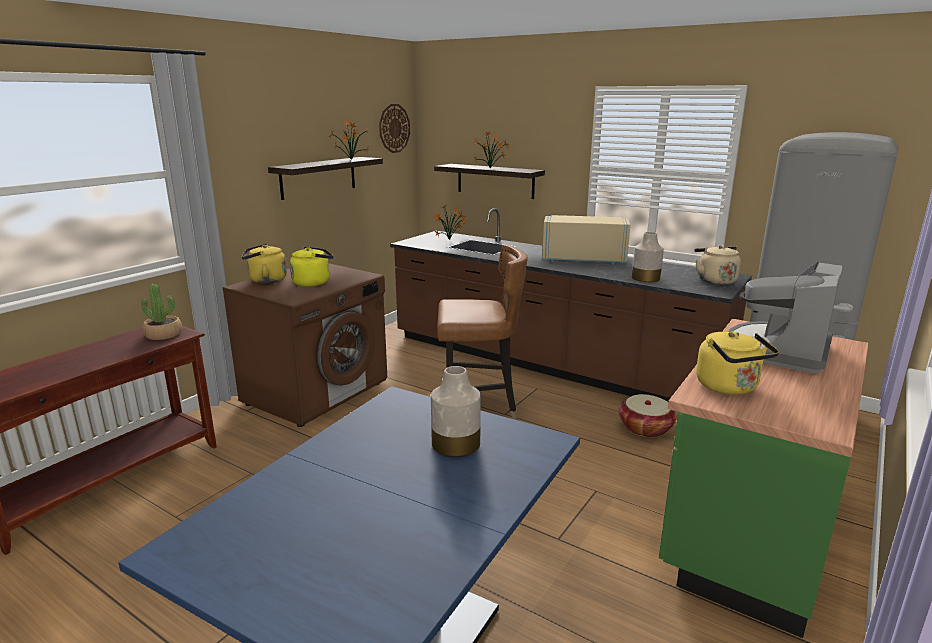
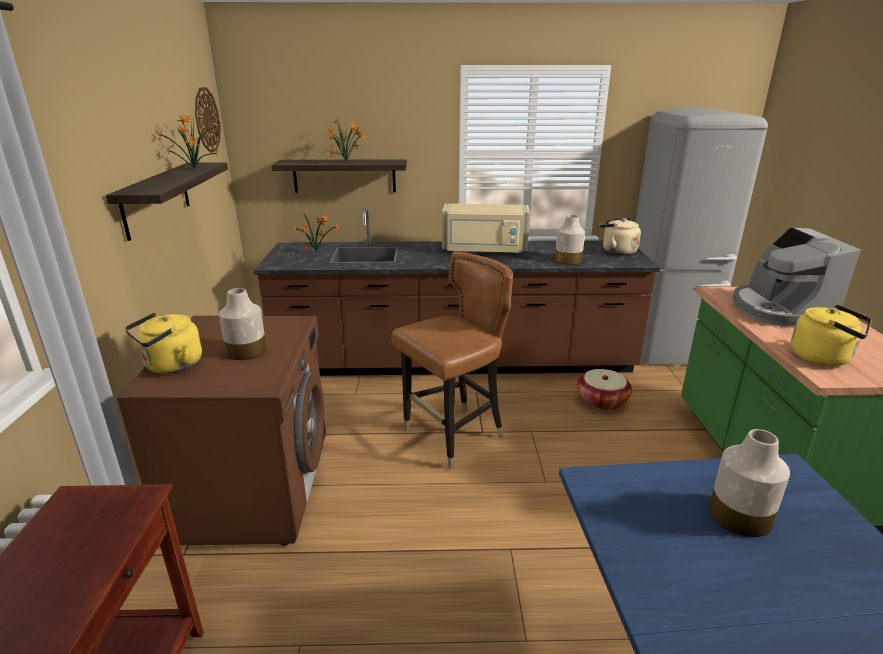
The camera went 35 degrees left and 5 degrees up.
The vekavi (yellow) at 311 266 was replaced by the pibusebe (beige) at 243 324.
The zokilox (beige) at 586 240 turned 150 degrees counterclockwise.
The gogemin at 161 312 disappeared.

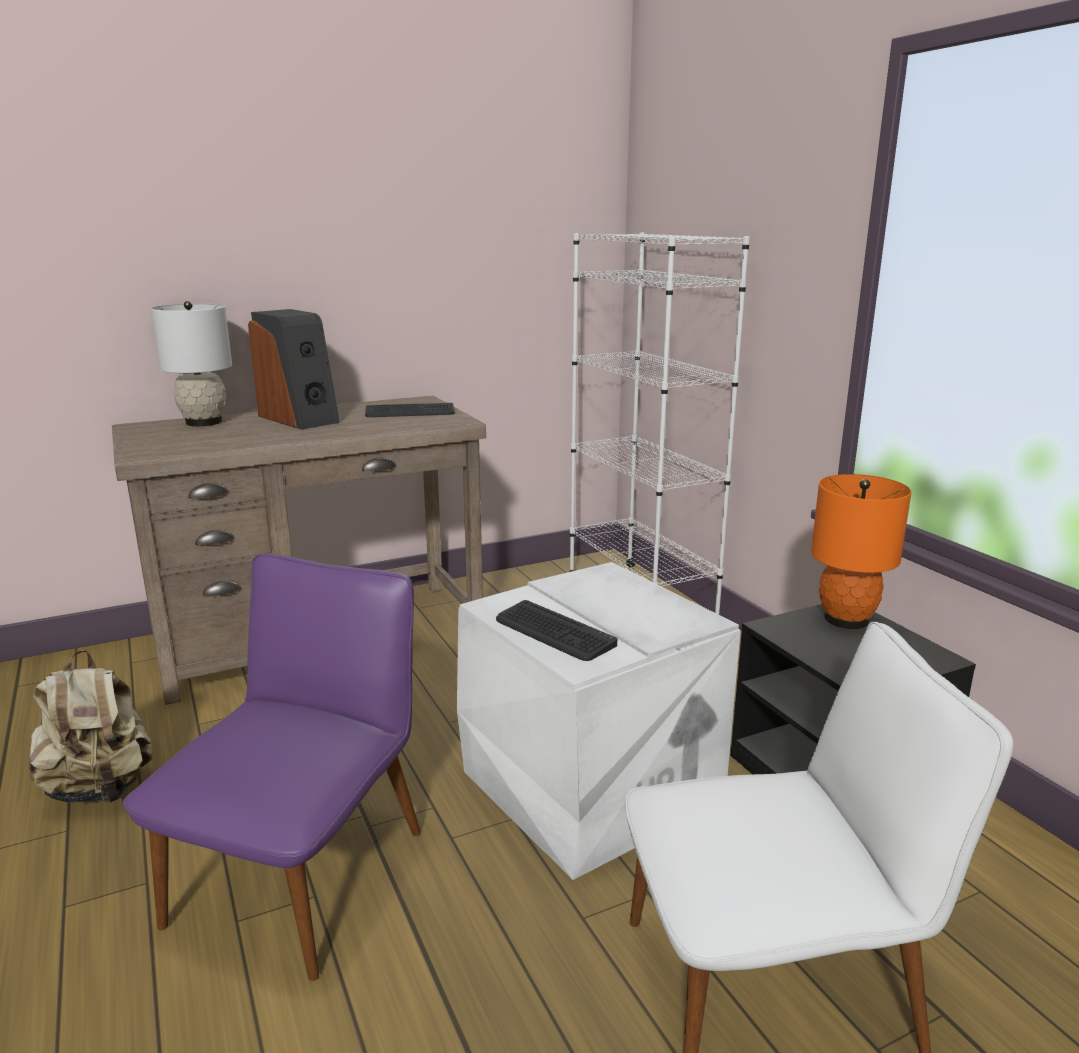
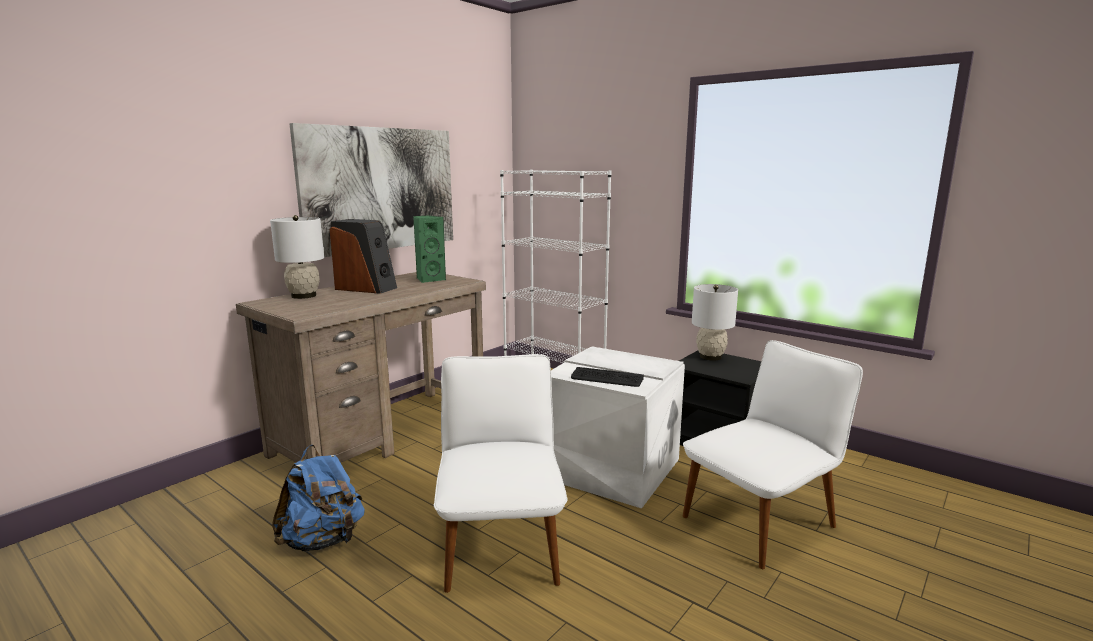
The camera went 25 degrees left and 5 degrees down.
The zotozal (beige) at 90 727 became the zotozal (blue) at 318 498.
The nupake at 371 190 appeared.
The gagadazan at 410 410 was replaced by the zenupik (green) at 429 249.
The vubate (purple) at 272 767 became the vubate (white) at 501 473.
The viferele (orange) at 861 551 became the viferele (white) at 715 322.

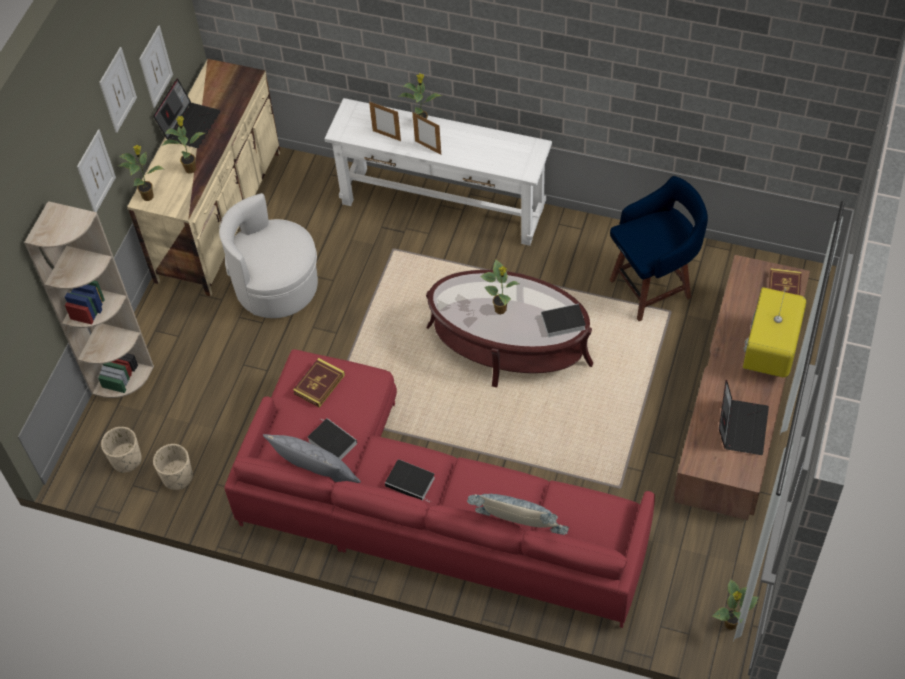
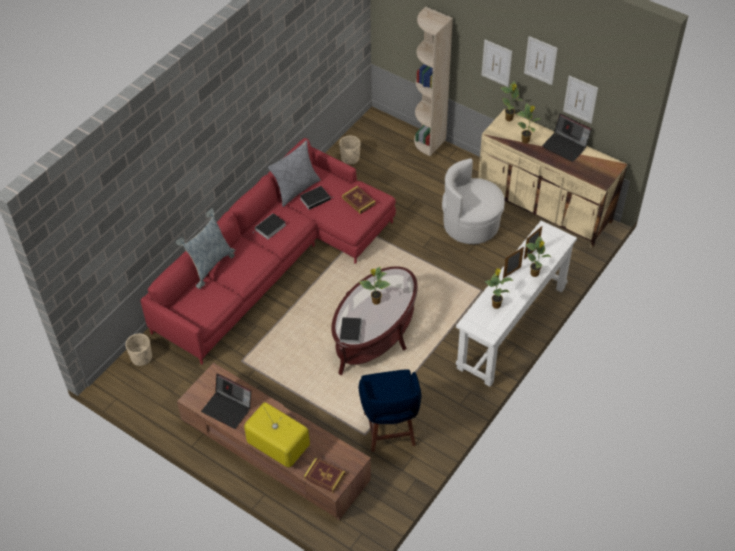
The camera went 105 degrees right and 5 degrees down.
The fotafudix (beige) moved from 121 450 to 138 349.
The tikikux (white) at 268 255 turned 105 degrees counterclockwise.
The gogemin moved from 735 604 to 499 289.

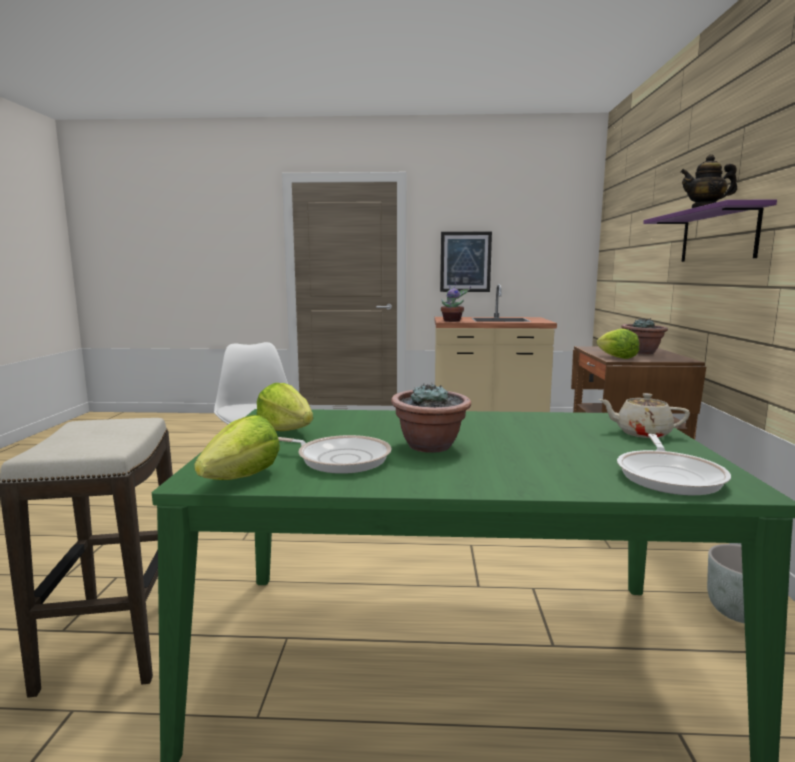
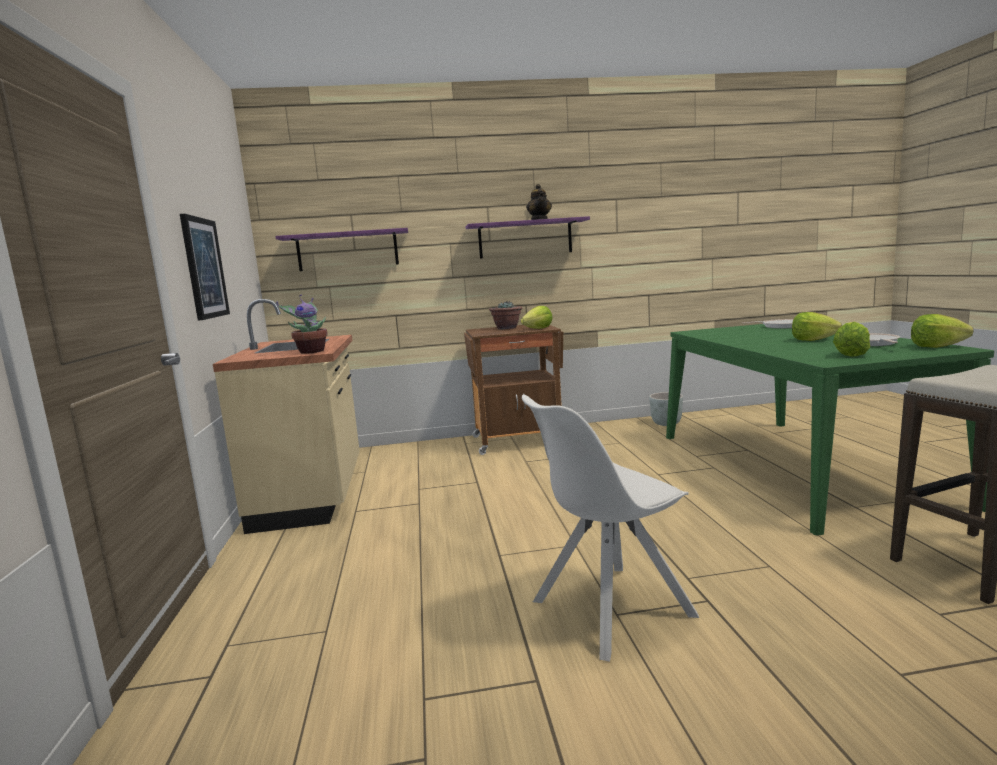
The camera went 100 degrees left and 0 degrees up.
The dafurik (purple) at 341 249 appeared.
The gogemin at 431 418 was replaced by the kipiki at 817 326.
The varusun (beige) at 644 415 disappeared.

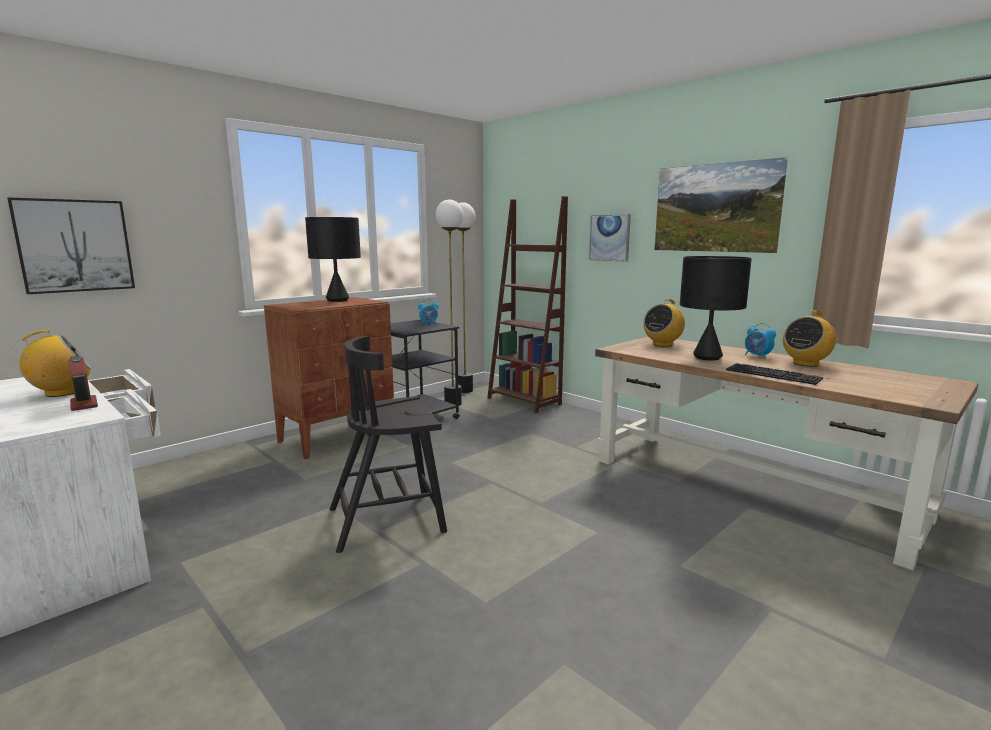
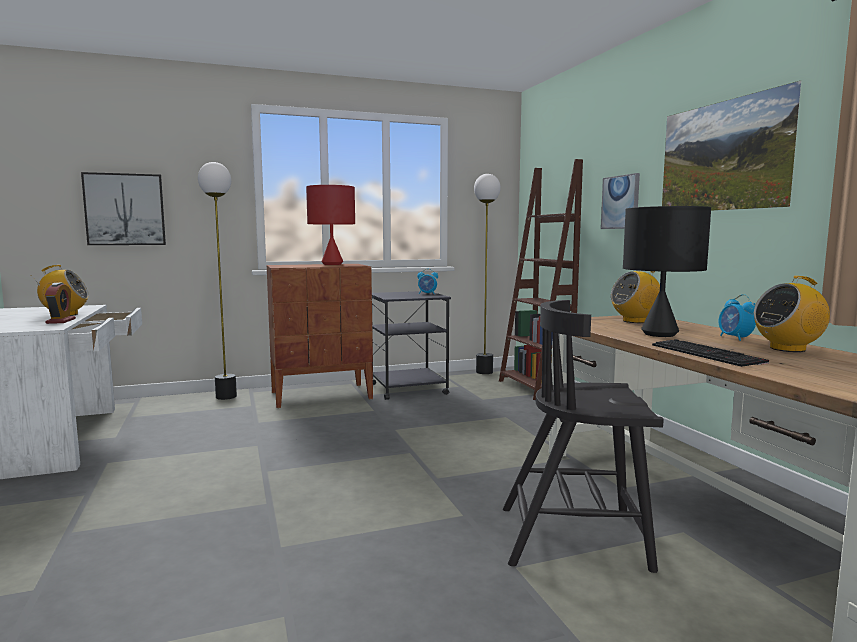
The camera went 25 degrees right and 5 degrees down.
The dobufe moved from 449 303 to 217 281.
The viferele (black) at 333 259 became the viferele (red) at 330 225.
The vubate (black) moved from 388 444 to 583 436.

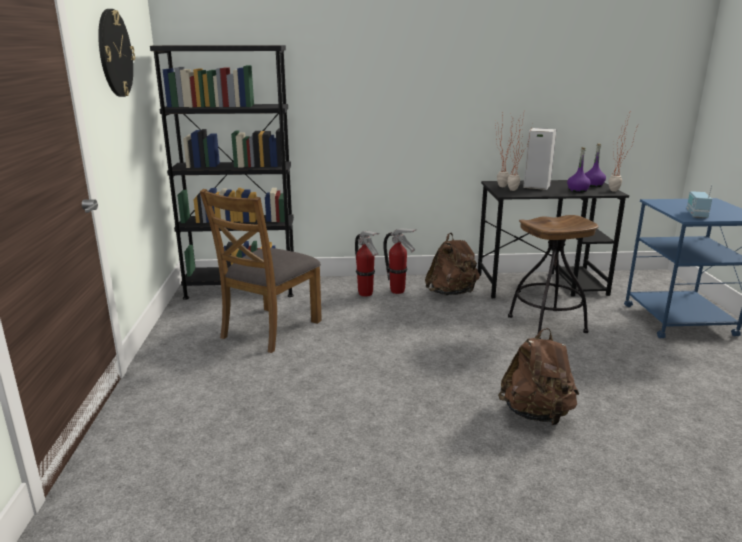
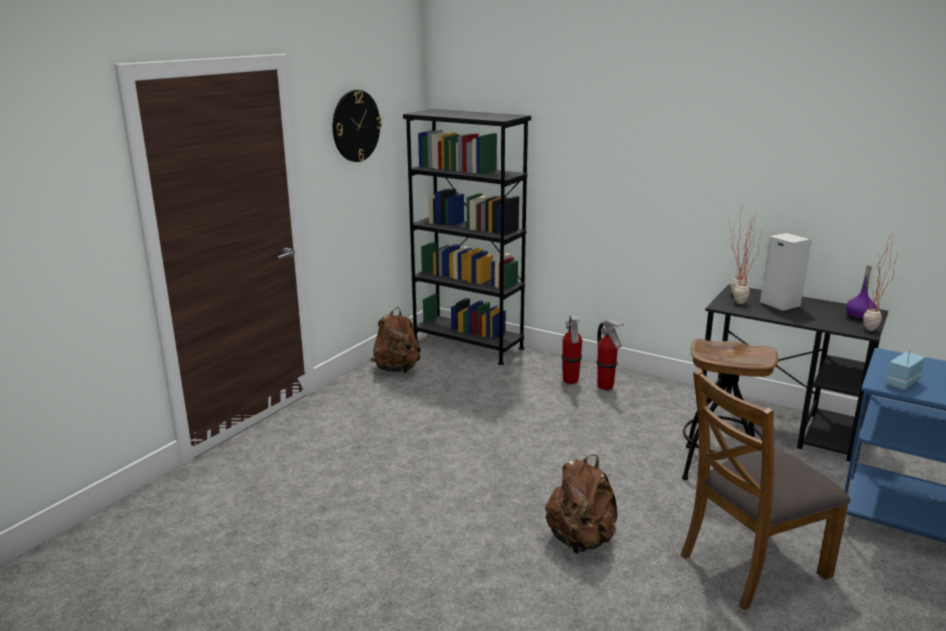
The camera went 35 degrees right and 0 degrees up.
The zotozal (brown) moved from 452 264 to 395 340.
The vubate (brown) moved from 261 271 to 765 489.
The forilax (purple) at 579 169 disappeared.

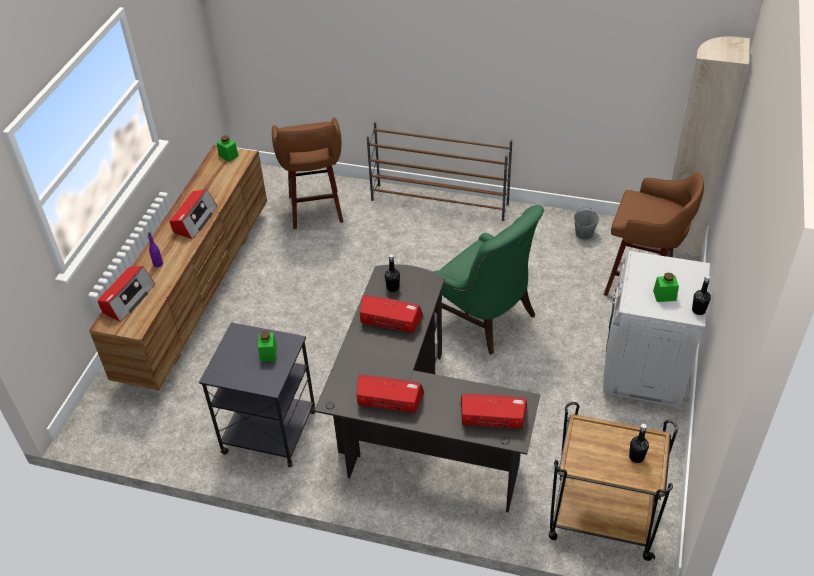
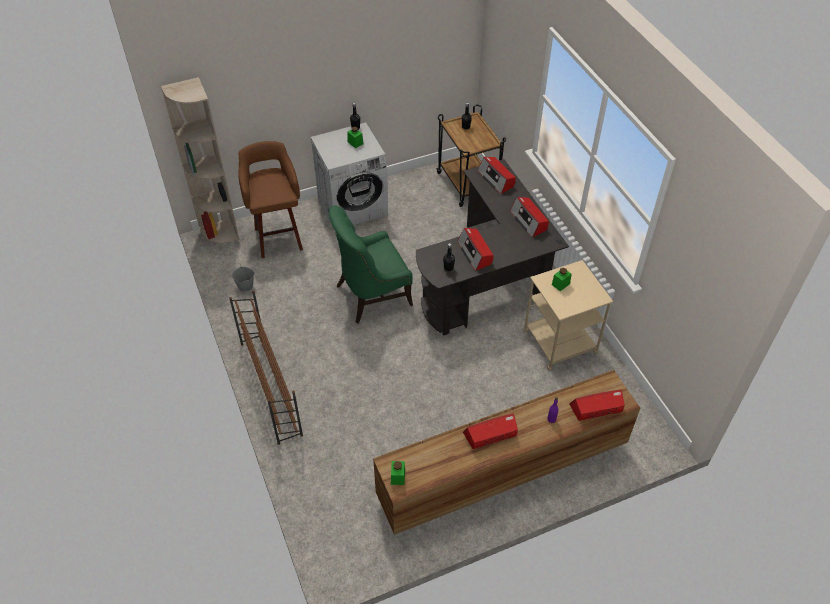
The camera went 130 degrees left and 5 degrees up.
The vubate (green) at 489 280 turned 120 degrees counterclockwise.
The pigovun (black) at 257 394 became the pigovun (beige) at 568 315.
The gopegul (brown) at 307 173 disappeared.

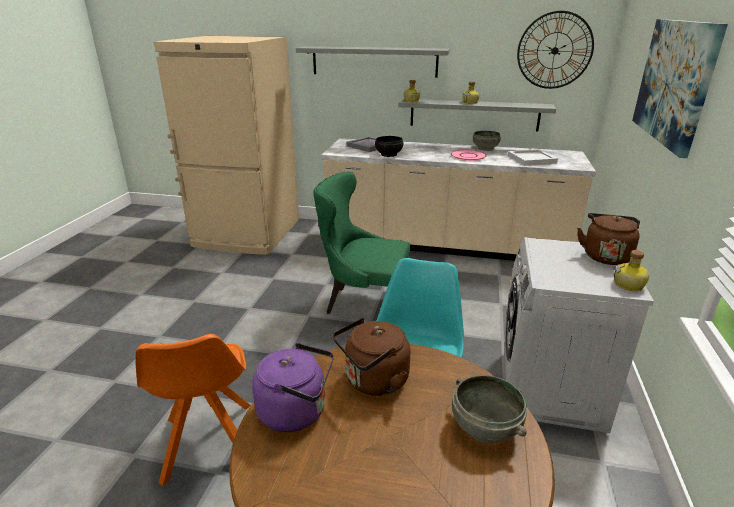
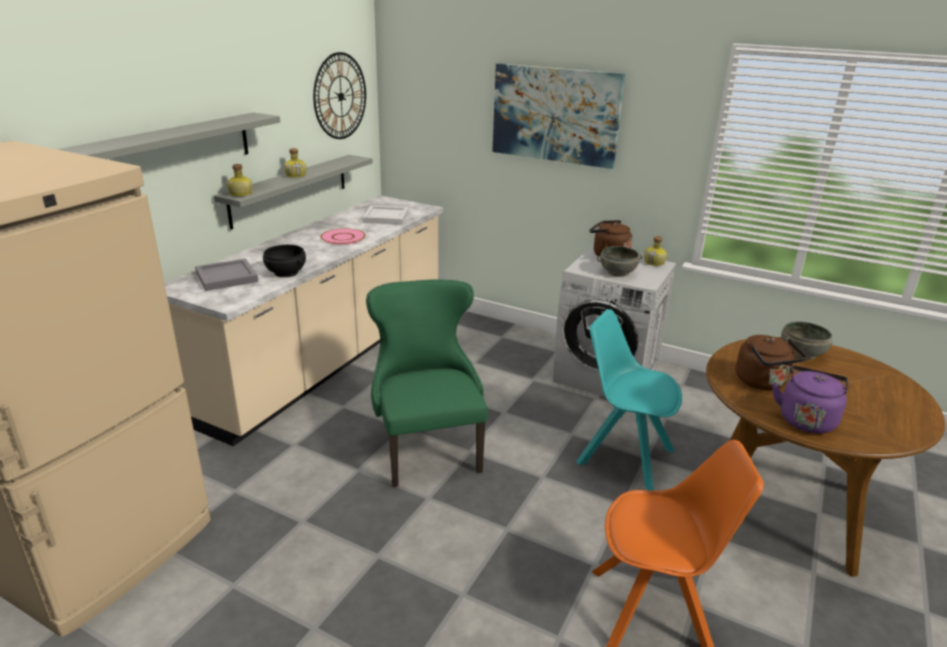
The camera went 75 degrees left and 0 degrees up.
The vubate (green) at 361 242 turned 135 degrees clockwise.
The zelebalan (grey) moved from 487 141 to 619 261.

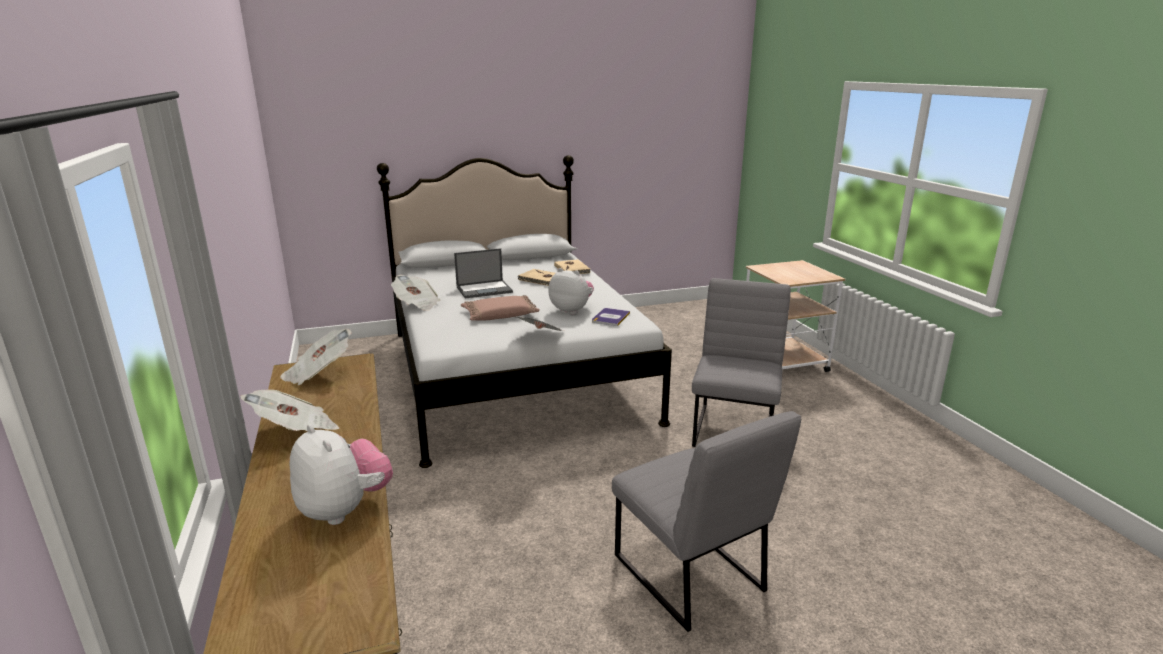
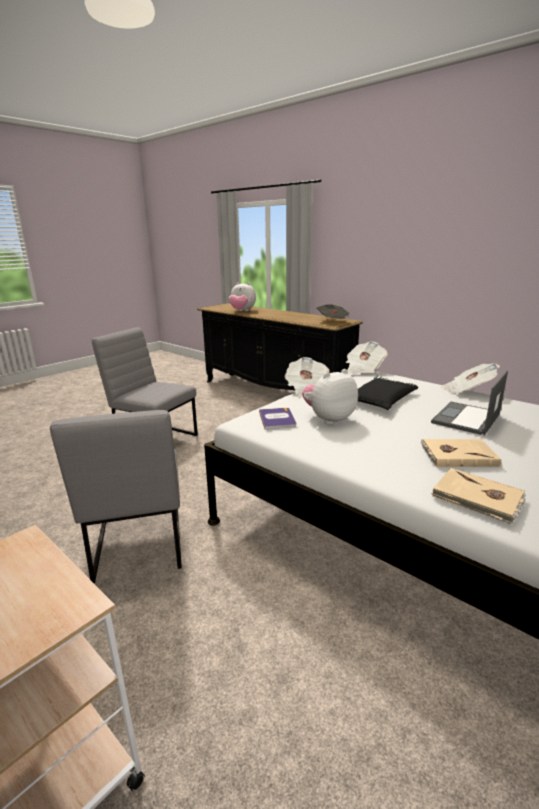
The camera went 150 degrees right and 0 degrees up.
The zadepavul at 571 291 turned 150 degrees clockwise.
The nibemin moved from 290 410 to 367 358.
The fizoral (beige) at 500 308 became the fizoral (black) at 388 393.

